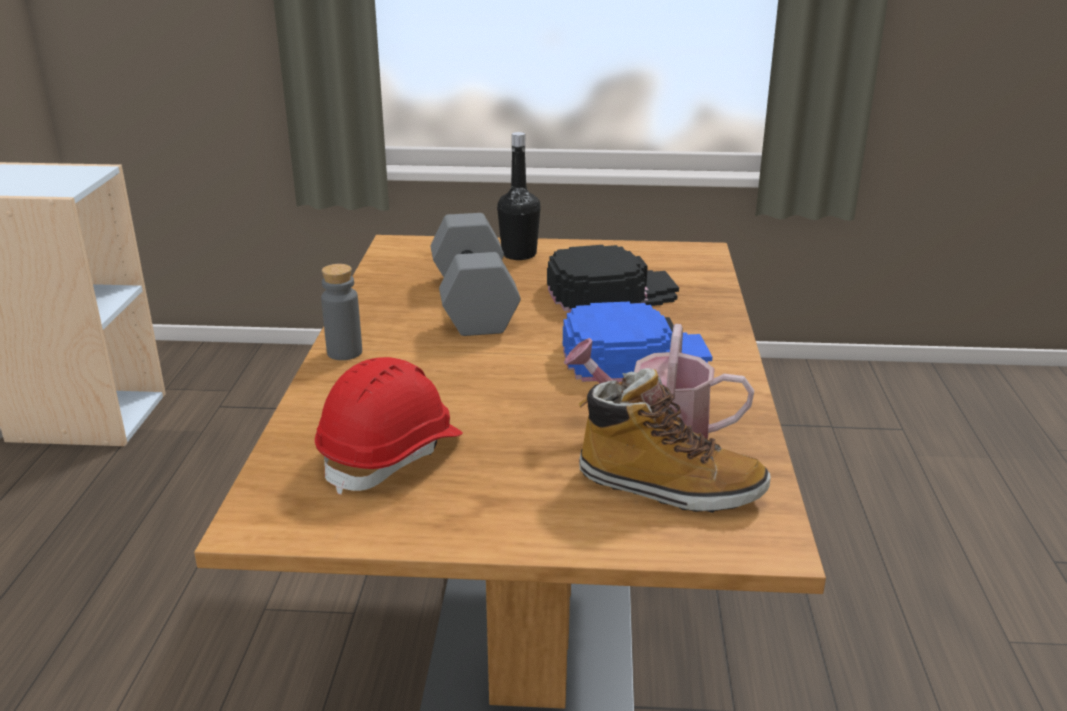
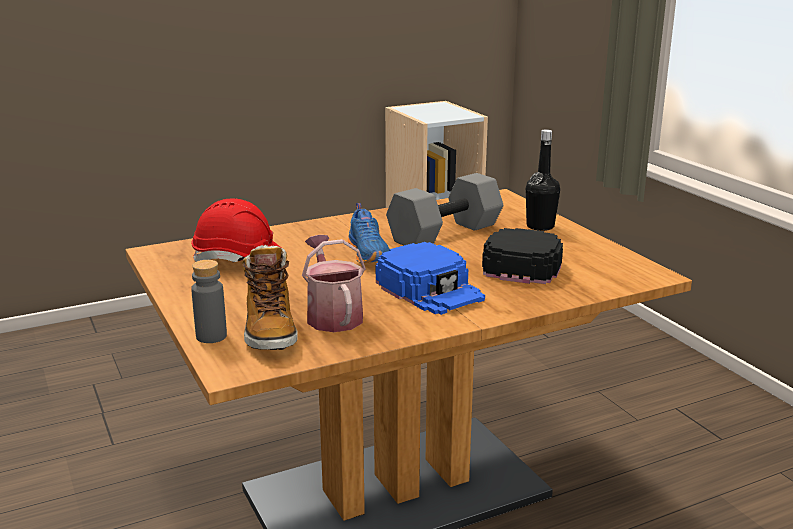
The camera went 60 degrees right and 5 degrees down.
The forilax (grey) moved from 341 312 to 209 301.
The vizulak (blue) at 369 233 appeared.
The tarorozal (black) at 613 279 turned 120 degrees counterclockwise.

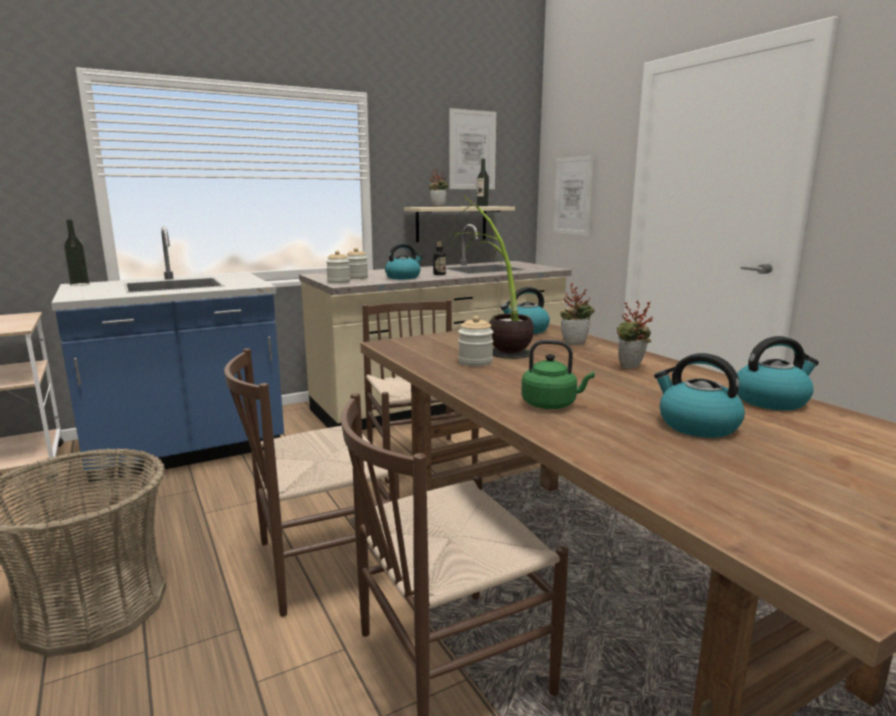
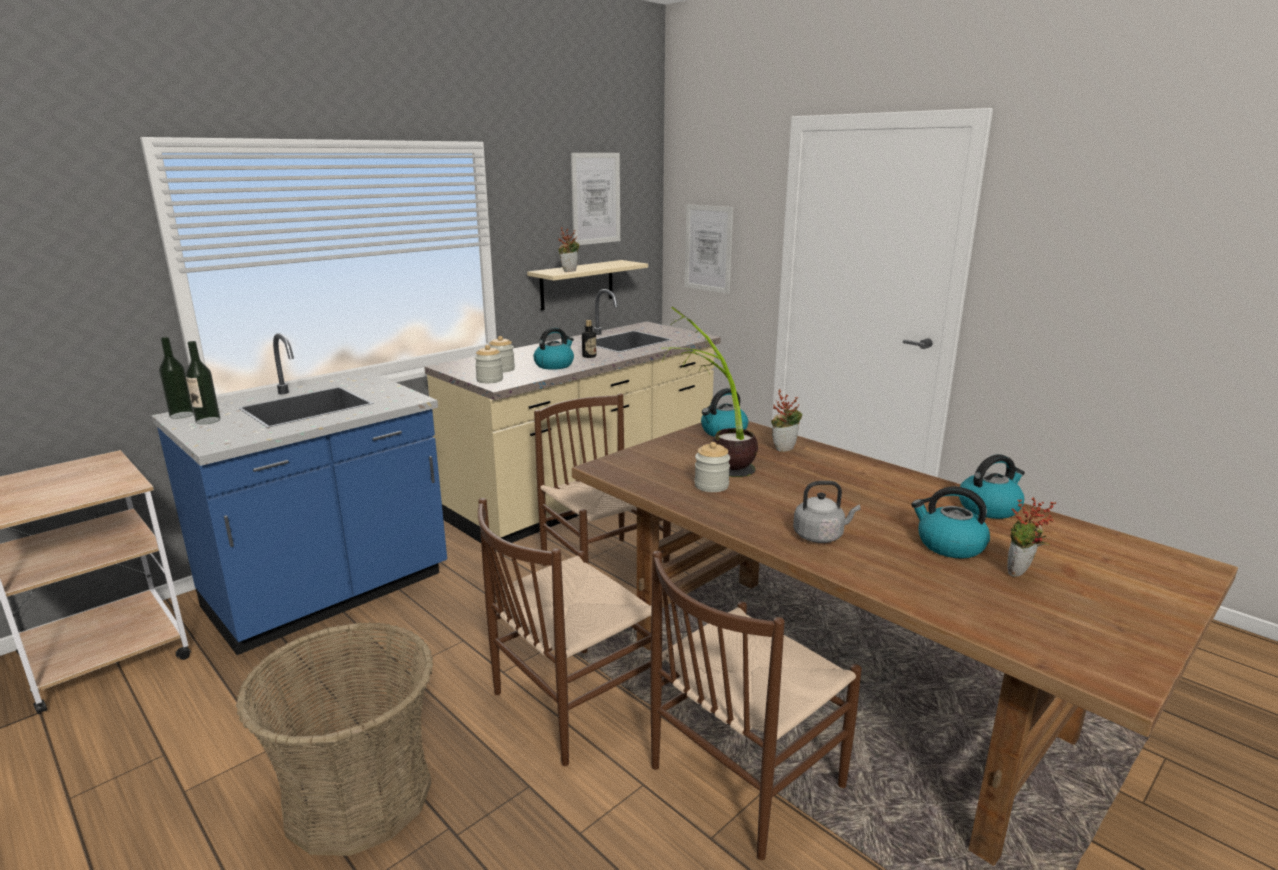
The camera went 15 degrees left and 5 degrees up.
The forilax moved from 482 182 to 203 382.
The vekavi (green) at 558 374 became the vekavi (grey) at 827 512.
The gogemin moved from 635 335 to 1031 537.

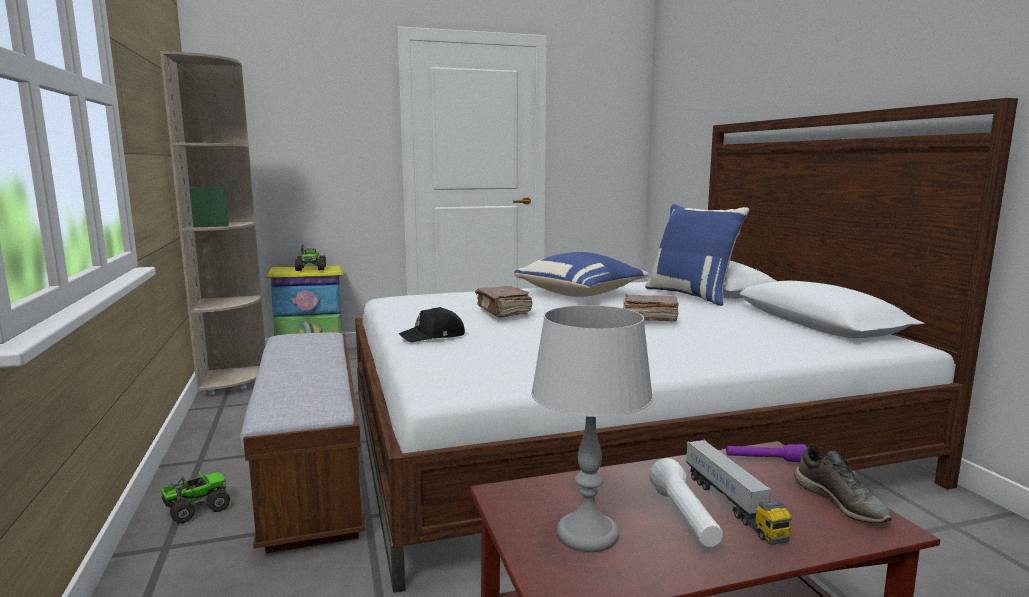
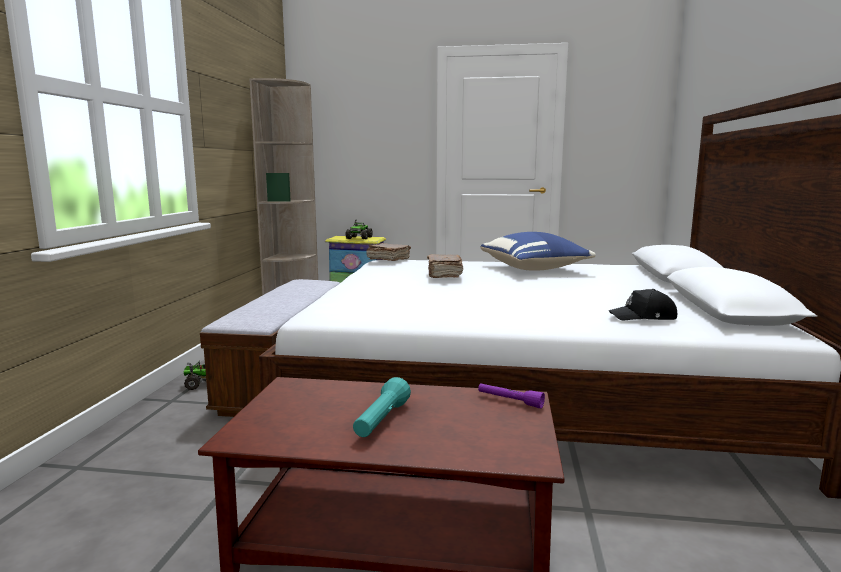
The camera went 25 degrees right and 0 degrees up.
The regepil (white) at 686 502 became the regepil (turquoise) at 382 407.
The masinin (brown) moved from 651 307 to 388 252.
The tarorozal (black) moved from 431 324 to 643 305.
The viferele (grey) at 592 428 disappeared.
The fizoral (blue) at 697 255 disappeared.
The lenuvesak at 739 492 disappeared.
The vizulak (grey) at 843 483 disappeared.

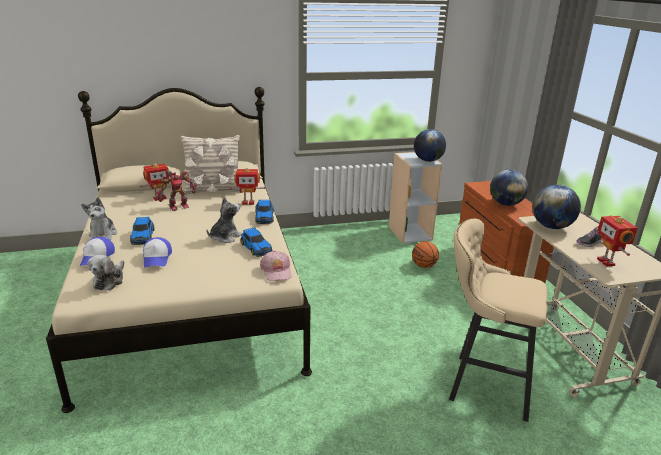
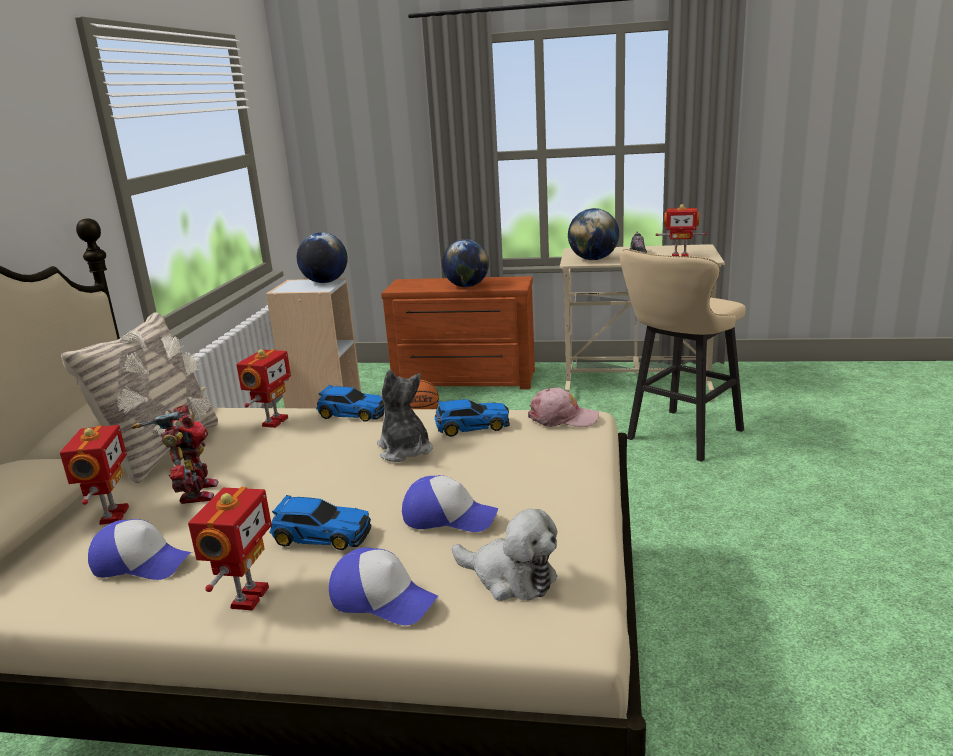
The camera went 65 degrees left and 5 degrees down.
The tarorozal at 140 549 appeared.
The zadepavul at 99 218 was replaced by the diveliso at 230 549.

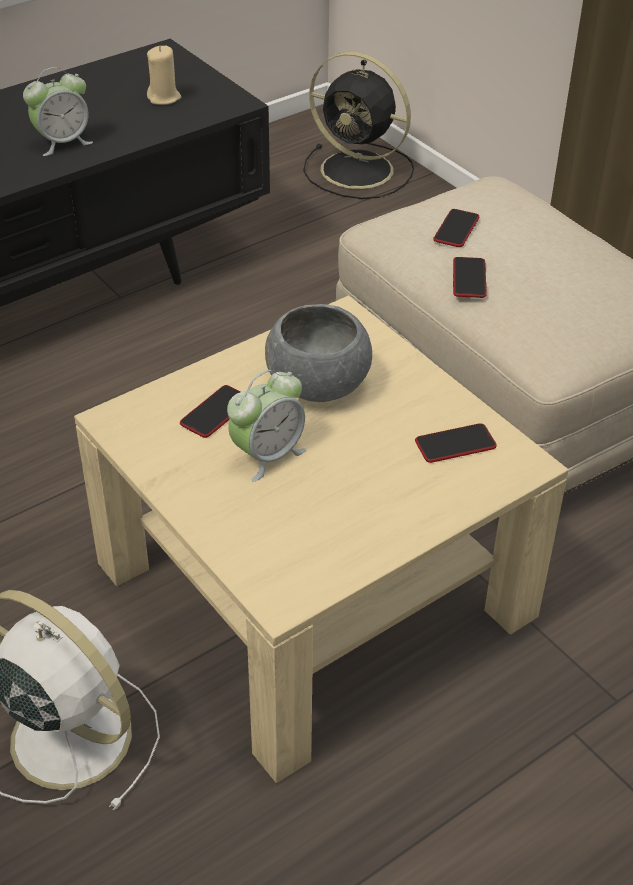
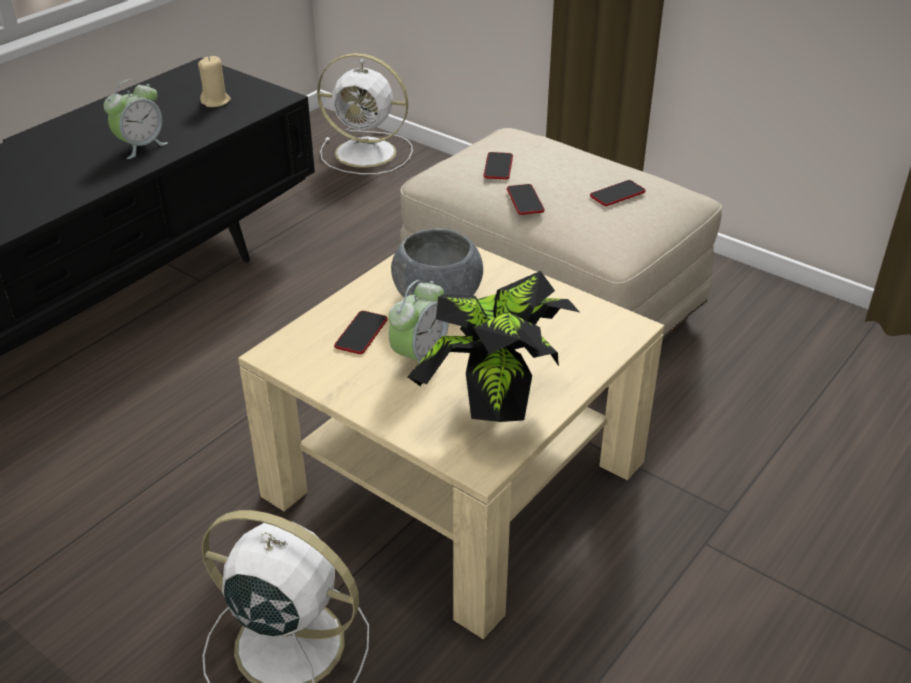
The camera went 15 degrees left and 5 degrees down.
The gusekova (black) at 358 125 became the gusekova (white) at 365 113.
The gogemin at 493 346 appeared.
The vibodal moved from 456 443 to 618 193.

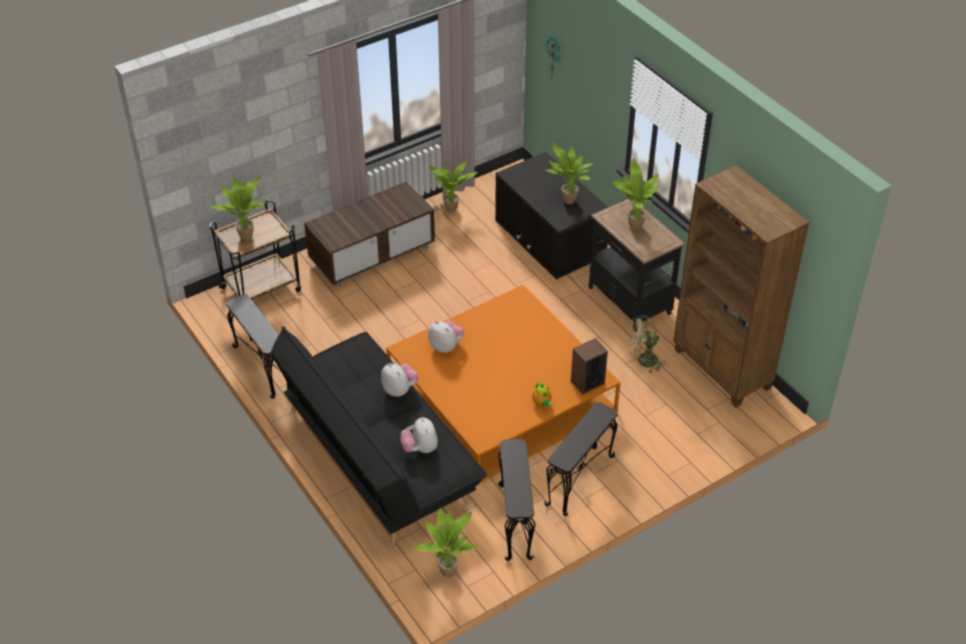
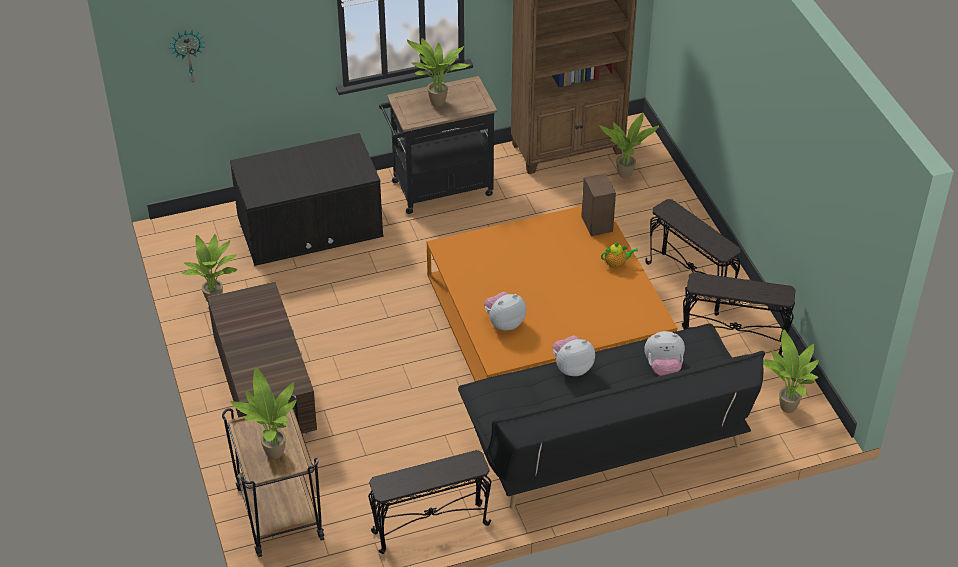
The camera went 75 degrees left and 0 degrees up.
The gogemin moved from 569 173 to 629 145.
The gusekova (green) at 646 344 disappeared.

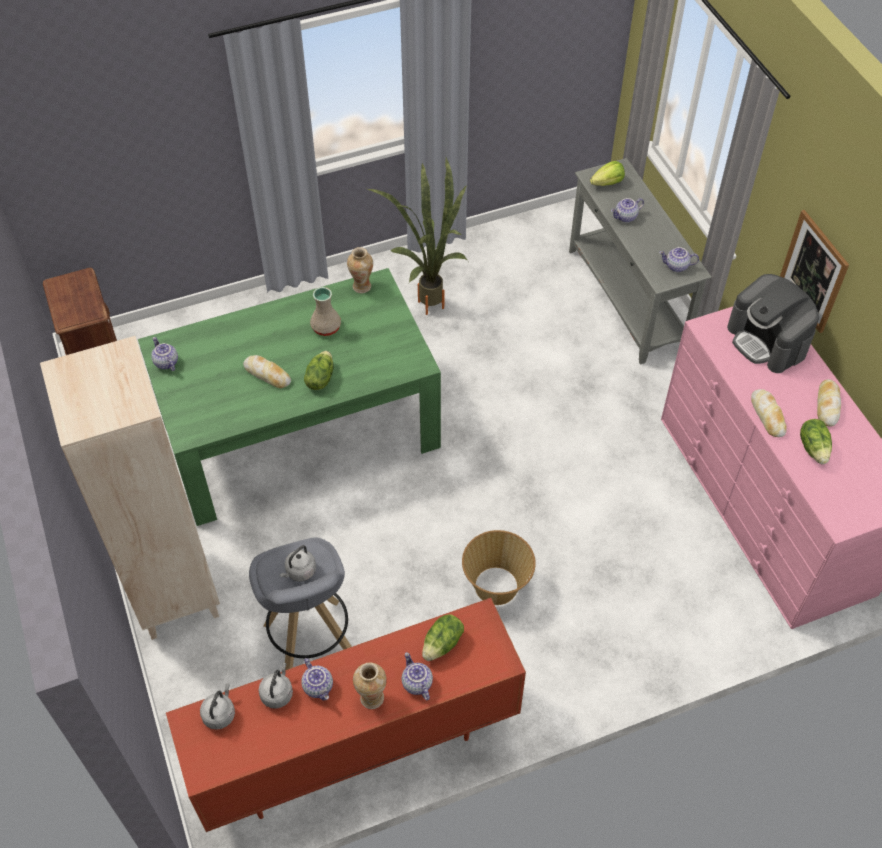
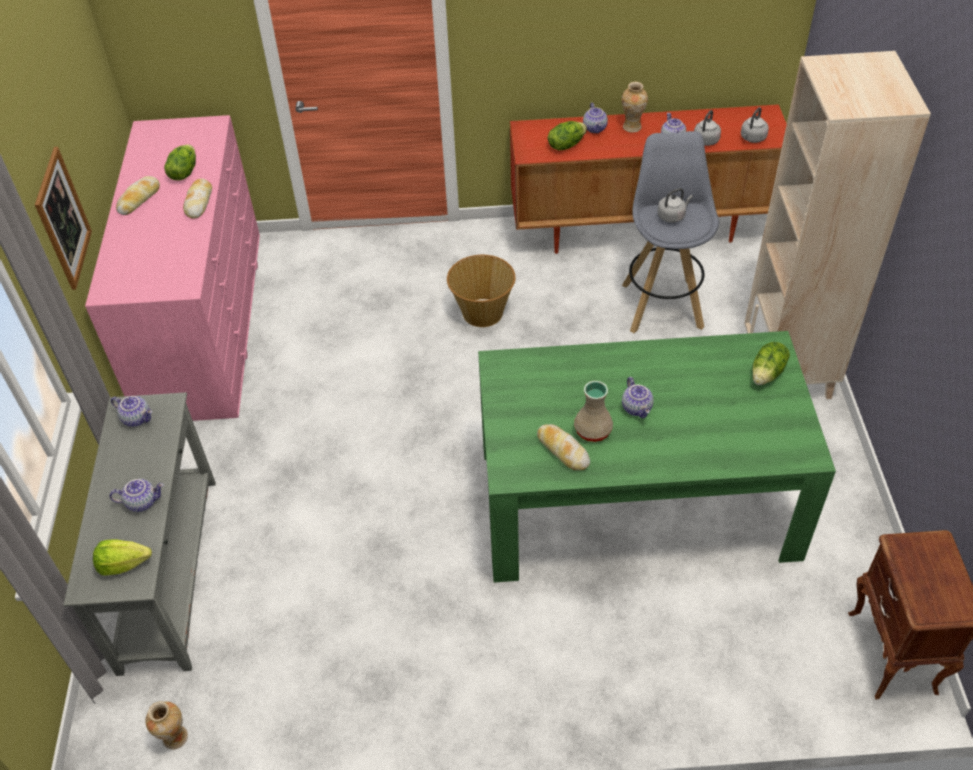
The camera went 160 degrees left and 5 degrees down.
The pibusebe moved from 360 270 to 166 725.
The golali moved from 267 371 to 563 447.
The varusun moved from 164 354 to 638 397.
The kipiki moved from 319 370 to 771 363.
The gogemin at 417 236 disappeared.
The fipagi at 773 323 disappeared.

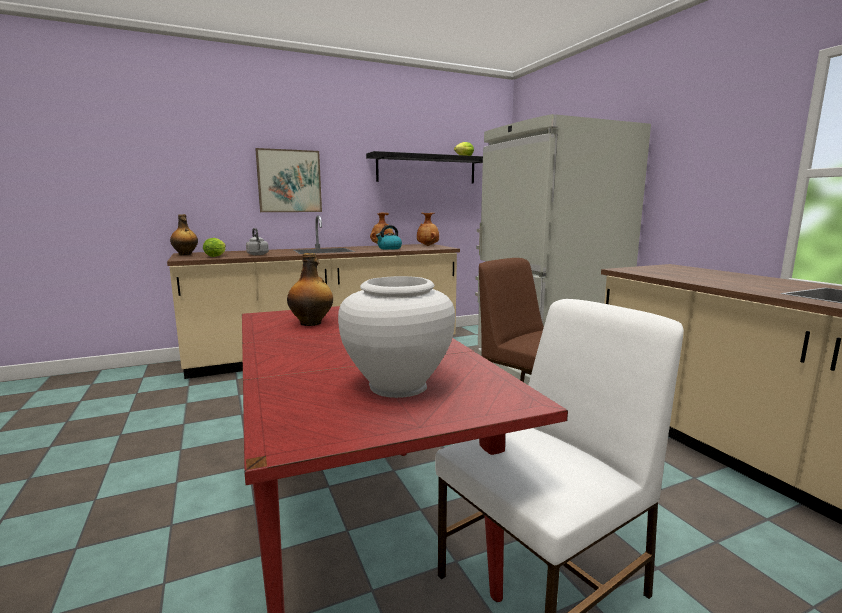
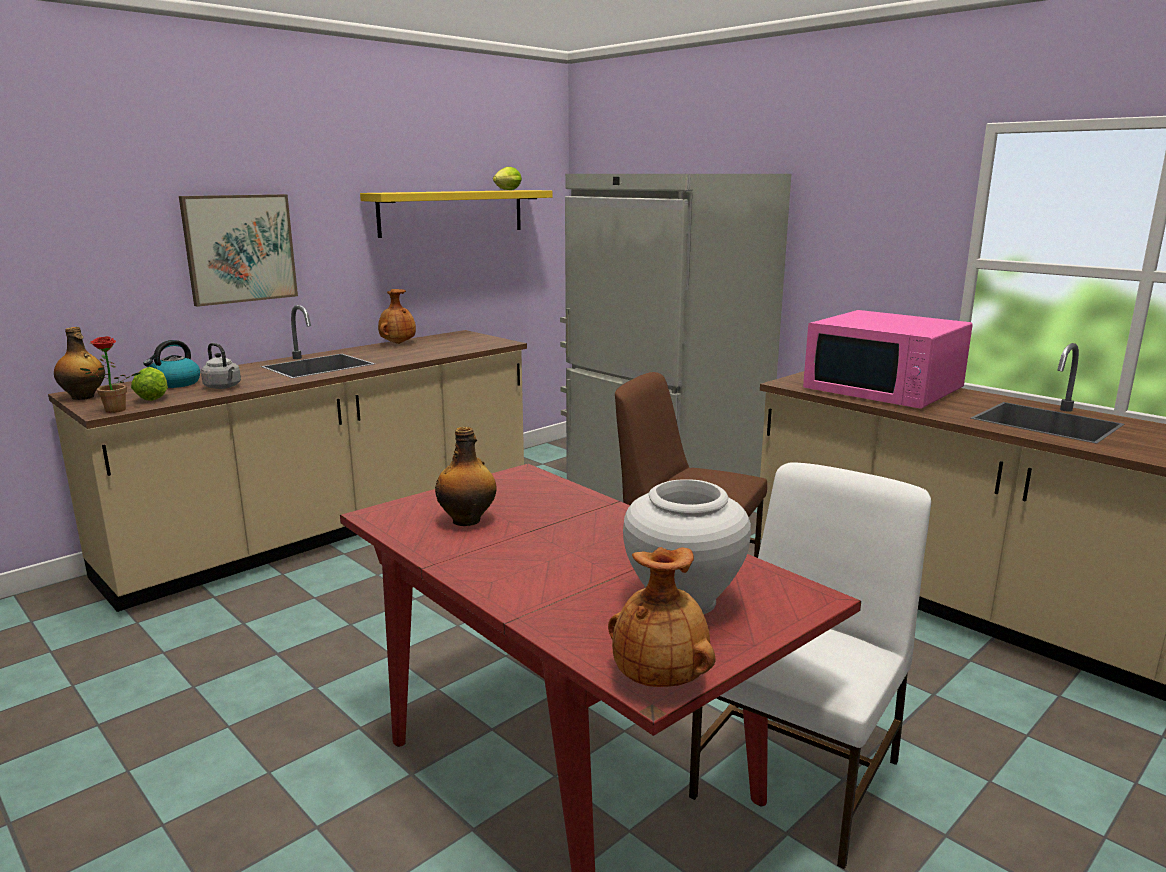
The camera went 20 degrees left and 5 degrees up.
The gogemin at 110 374 appeared.
The vekavi moved from 389 237 to 172 364.
The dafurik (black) at 424 167 became the dafurik (yellow) at 456 214.
The pibusebe (brown) moved from 428 229 to 662 617.
The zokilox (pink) at 888 359 appeared.

